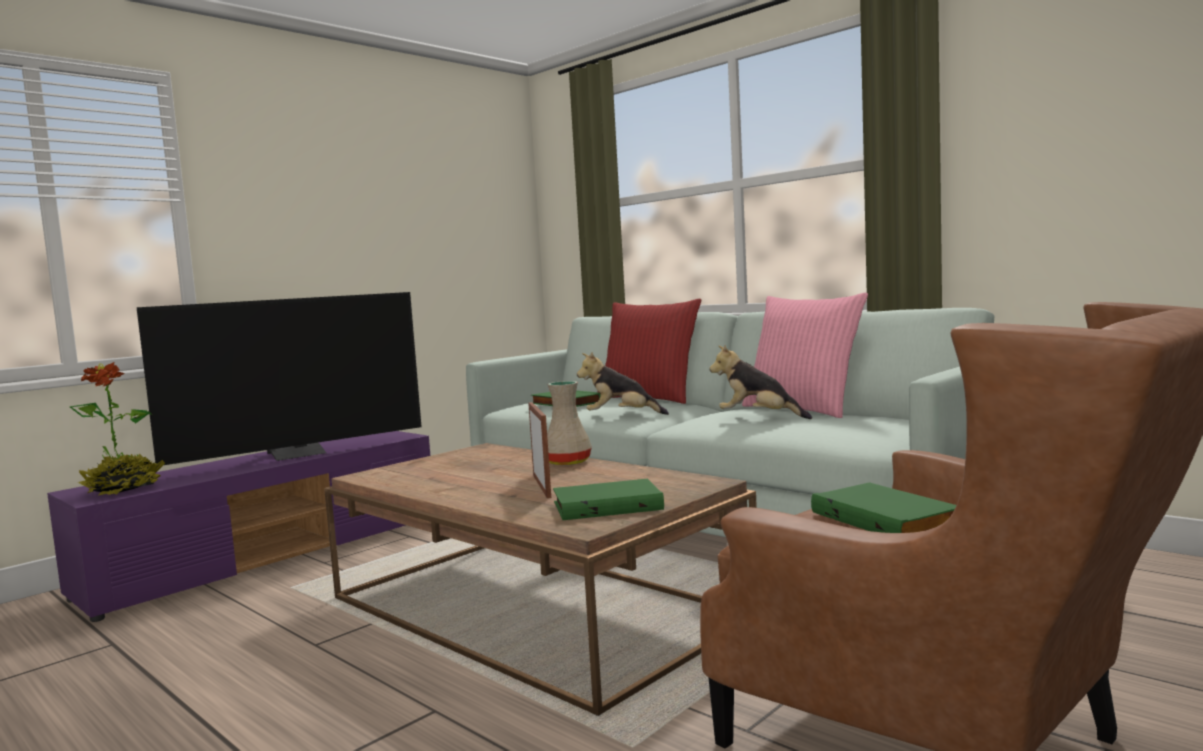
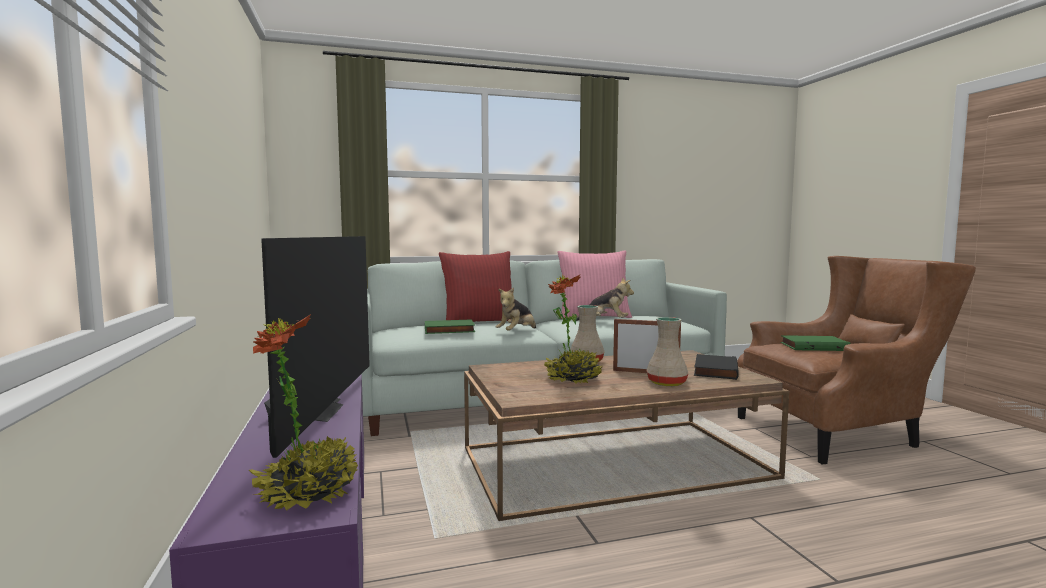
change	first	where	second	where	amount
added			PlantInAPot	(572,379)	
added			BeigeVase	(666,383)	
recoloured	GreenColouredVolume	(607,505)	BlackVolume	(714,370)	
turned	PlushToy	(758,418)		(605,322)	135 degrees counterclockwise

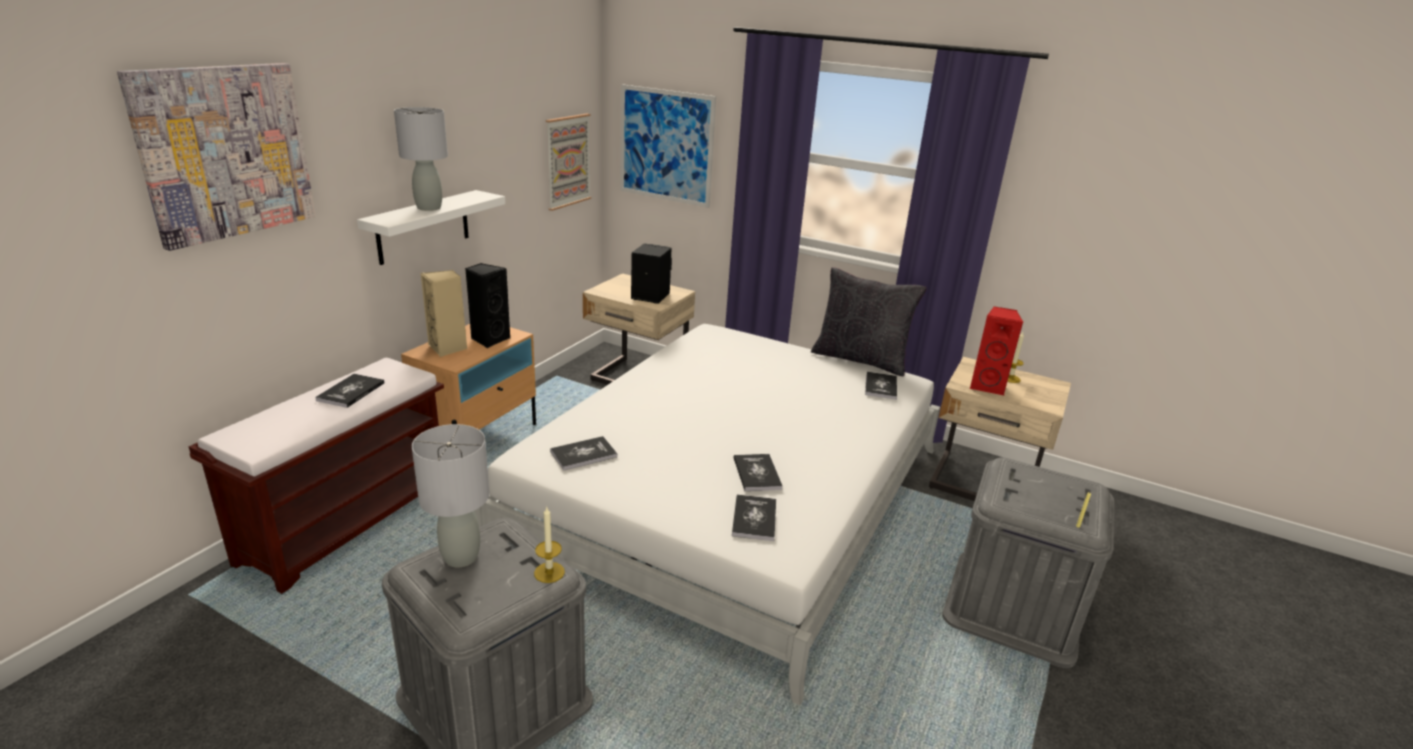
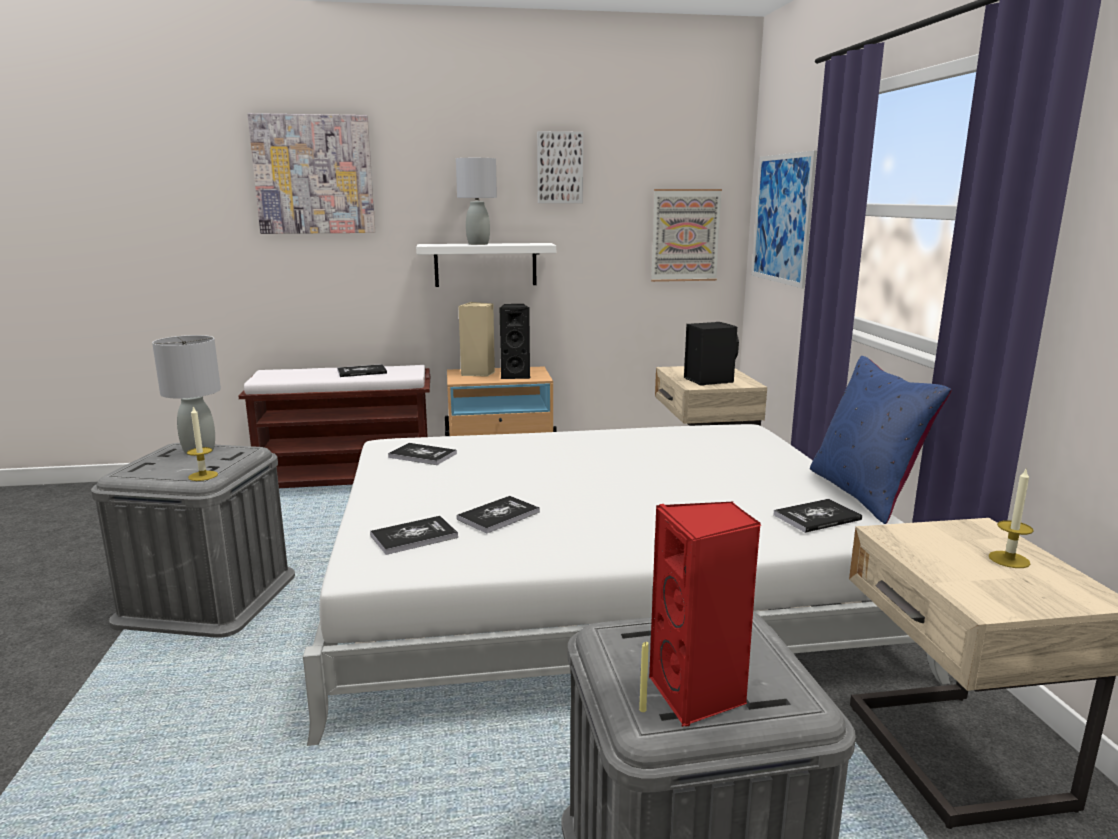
change	first	where	second	where	amount
added			WallArt	(559,168)	
moved	RedLoudspeaker	(987,386)		(699,695)	
recoloured	BlackCushion	(860,359)	BlueCushion	(865,493)	

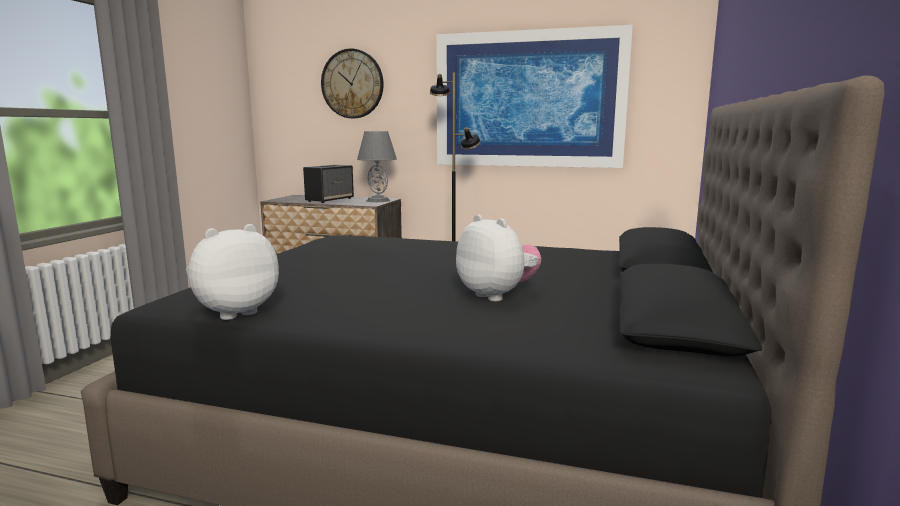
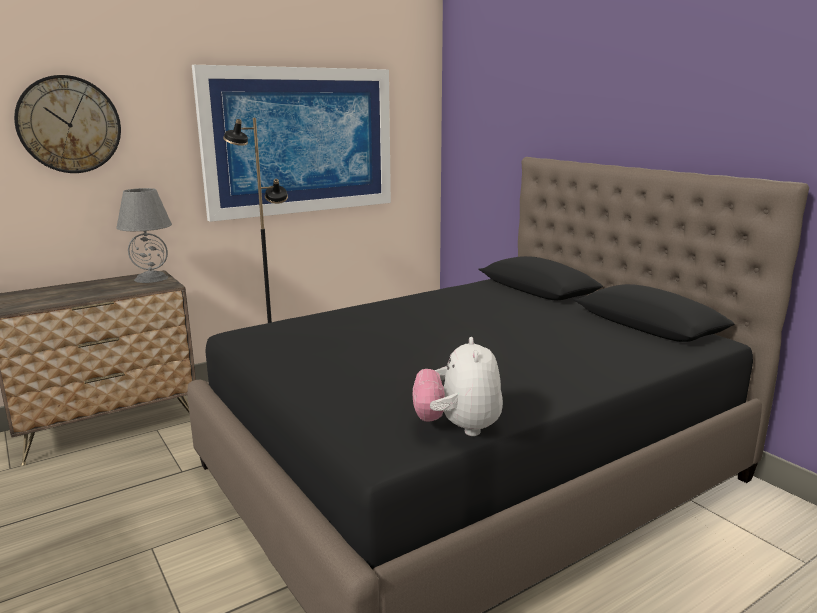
change	first	where	second	where	amount
removed	Loudspeaker	(330,200)			
removed	PlushToy	(497,295)			

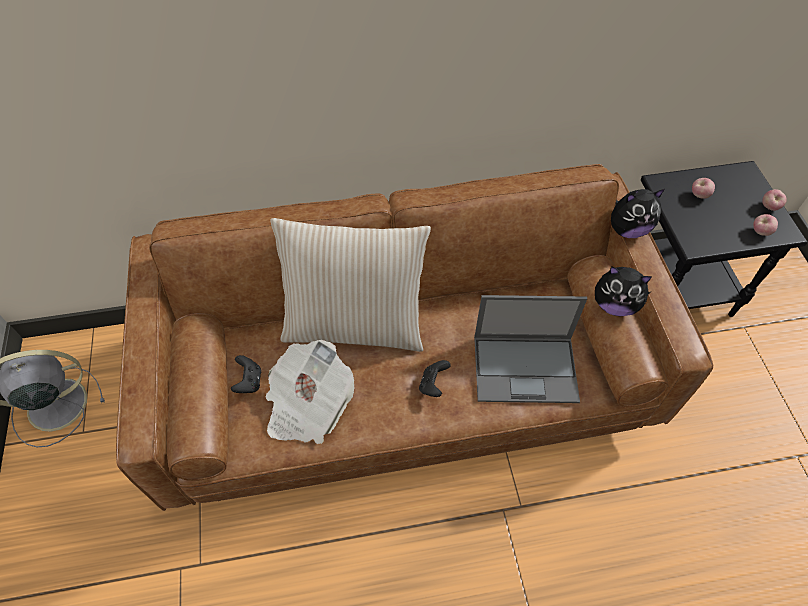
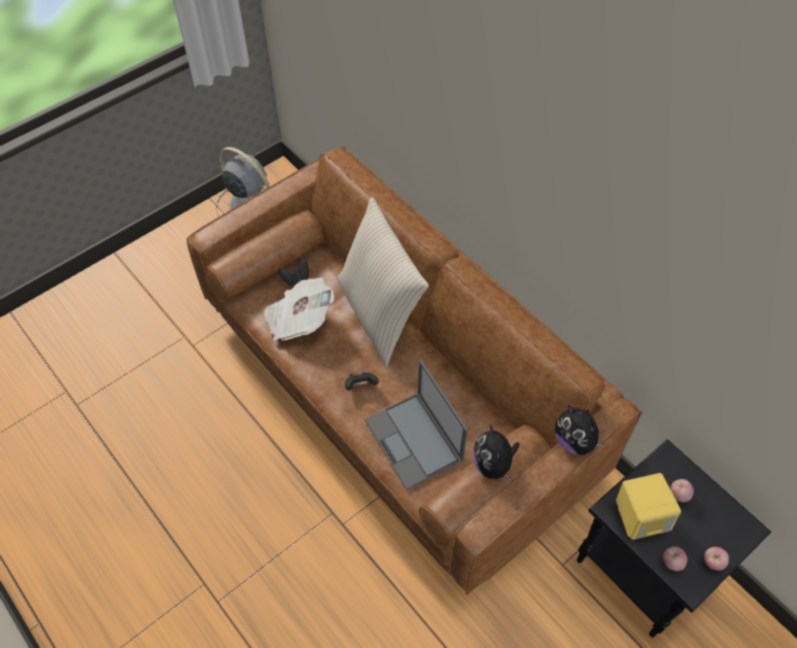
change	first	where	second	where	amount
added			YellowishLoudspeaker	(639,517)	

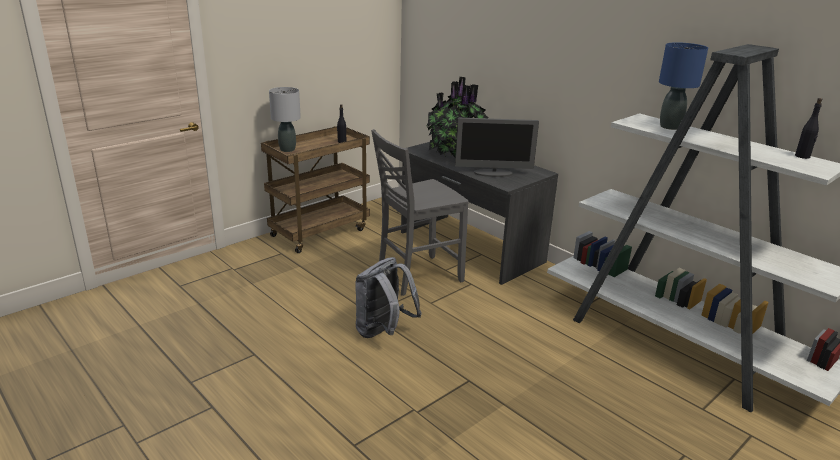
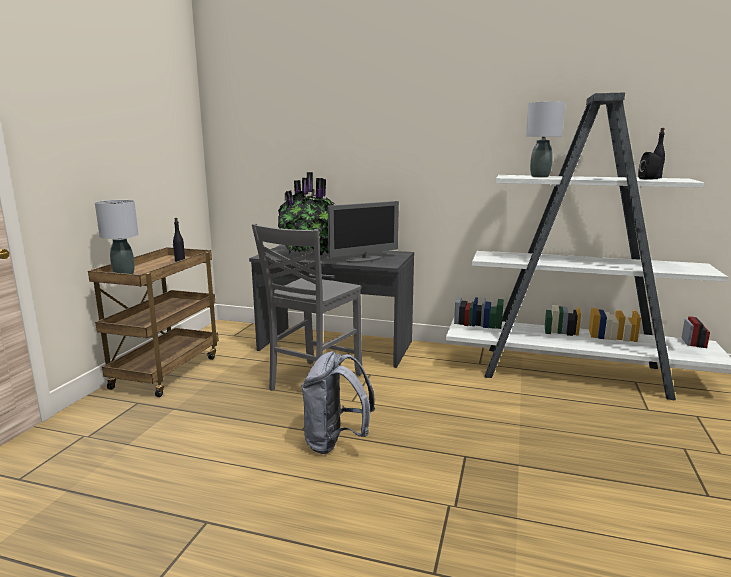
change	first	where	second	where	amount
added			BlackLoudspeaker	(649,179)	
recoloured	BlueLampForATable	(670,127)	GrayLampForATable	(540,176)	

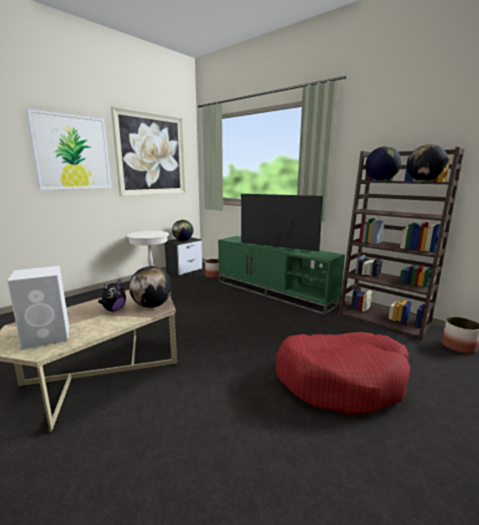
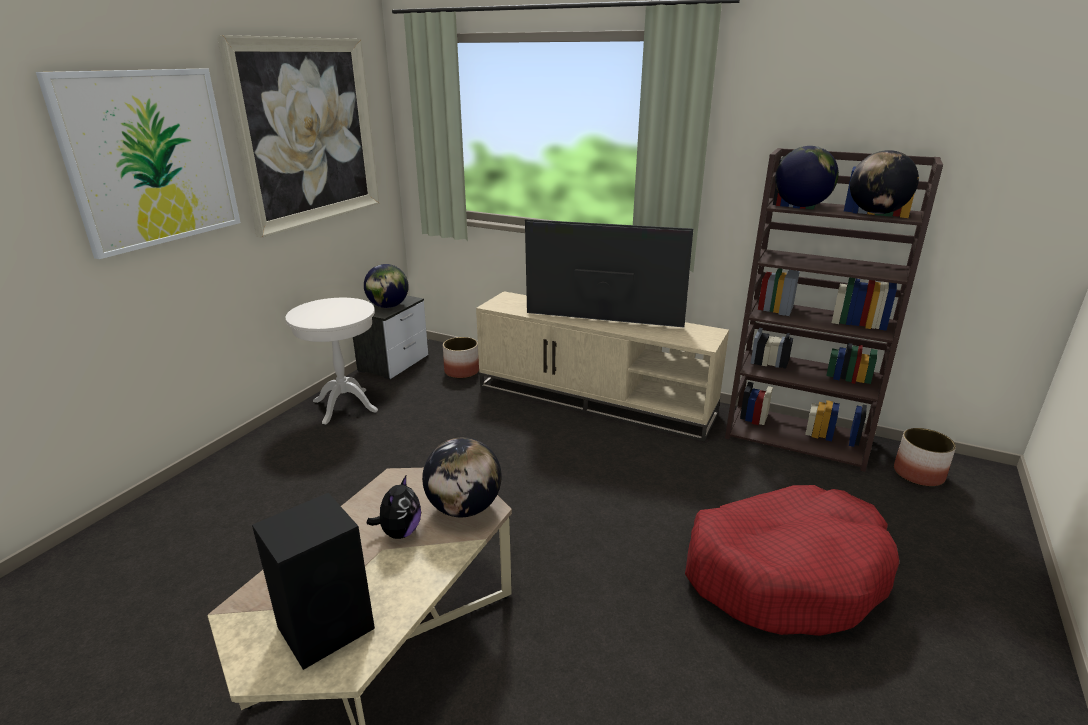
change	first	where	second	where	amount
recoloured	WhiteLoudspeaker	(48,337)	BlackLoudspeaker	(328,626)	
recoloured	GreenColouredTvStand	(274,292)	BeigeTvStand	(596,399)	

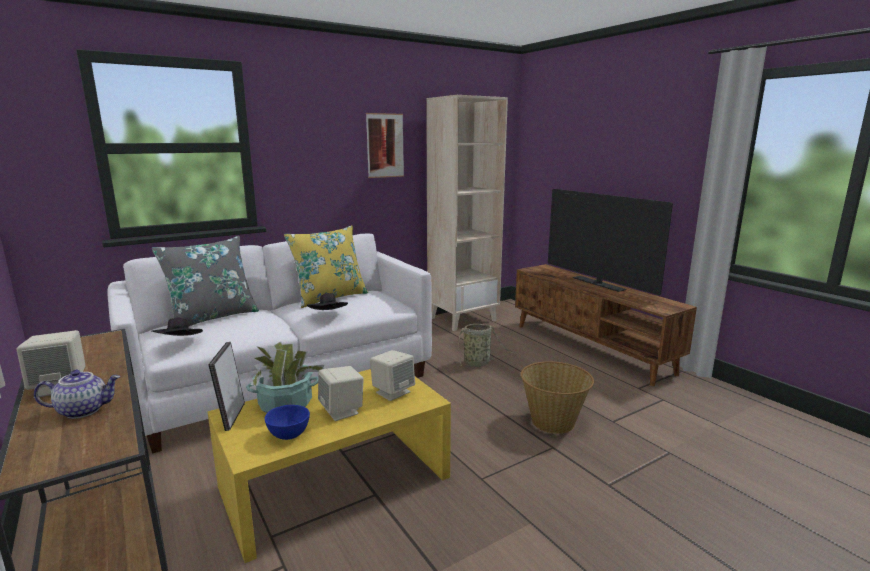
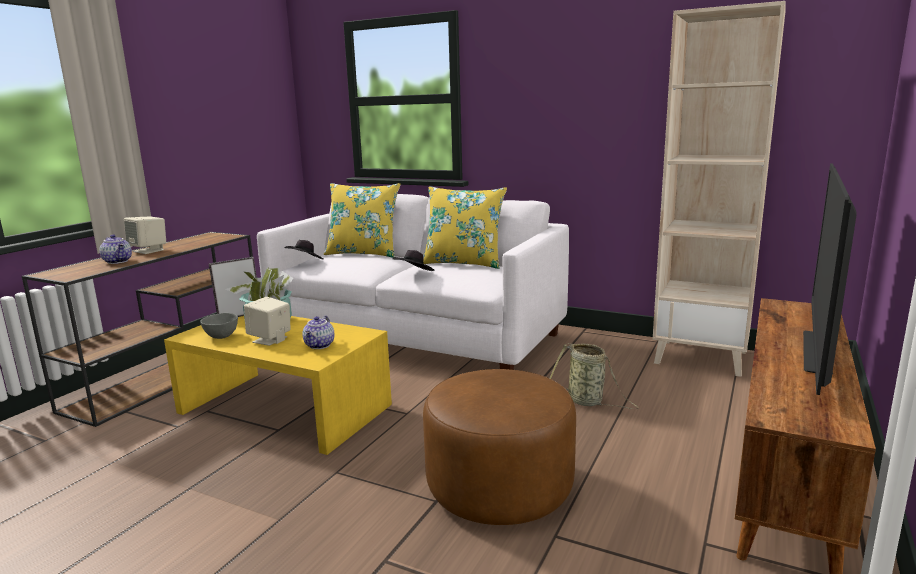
change	first	where	second	where	amount
removed	WallArt	(385,145)			
replaced	BeigeLoudspeaker	(393,392)	TeaPot	(320,345)	
replaced	HouseholdBasket	(553,421)	BrownPouffe	(500,487)	
recoloured	GrayCushion	(212,317)	YellowishCushion	(364,253)	
recoloured	BlueServingBowl	(288,435)	GrayServingBowl	(221,336)	

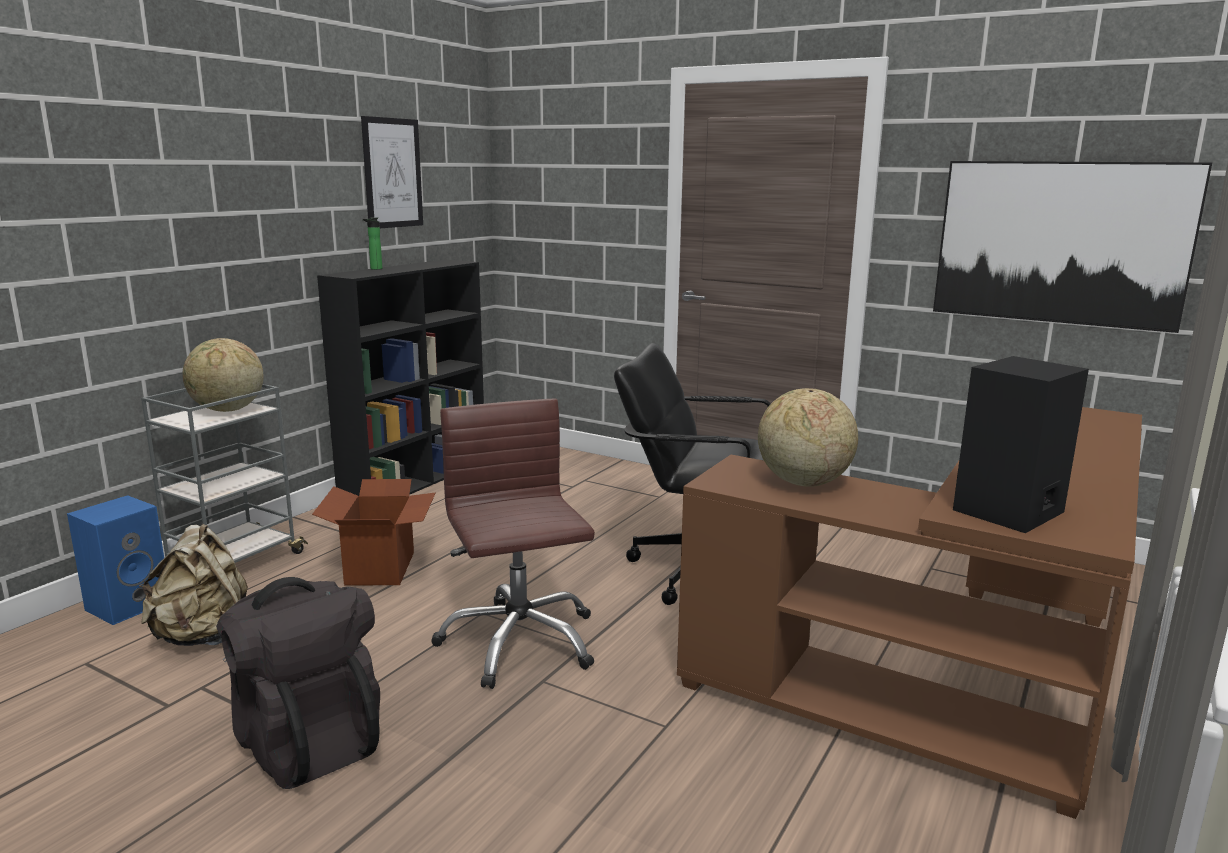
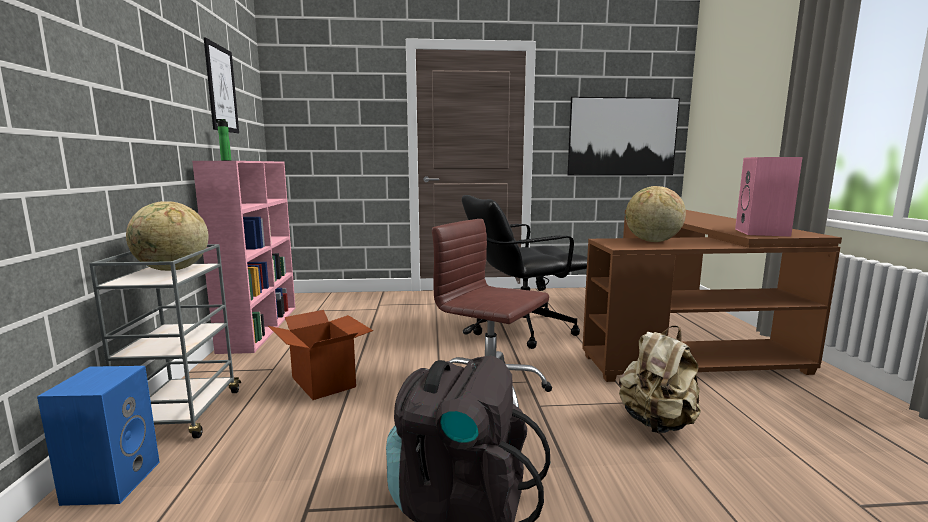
change	first	where	second	where	amount
moved	BeigeBackpack	(203,637)		(657,423)	
recoloured	BlackBookcase	(417,480)	PinkishBookcase	(260,327)	
recoloured	BlackLoudspeaker	(1009,512)	PinkishLoudspeaker	(763,233)	

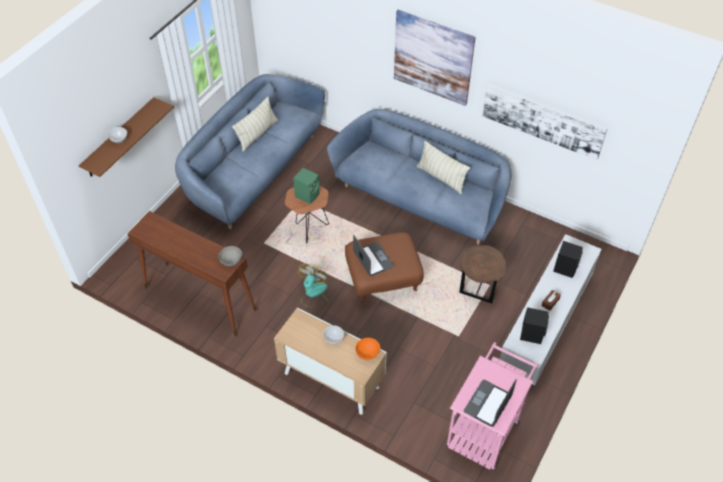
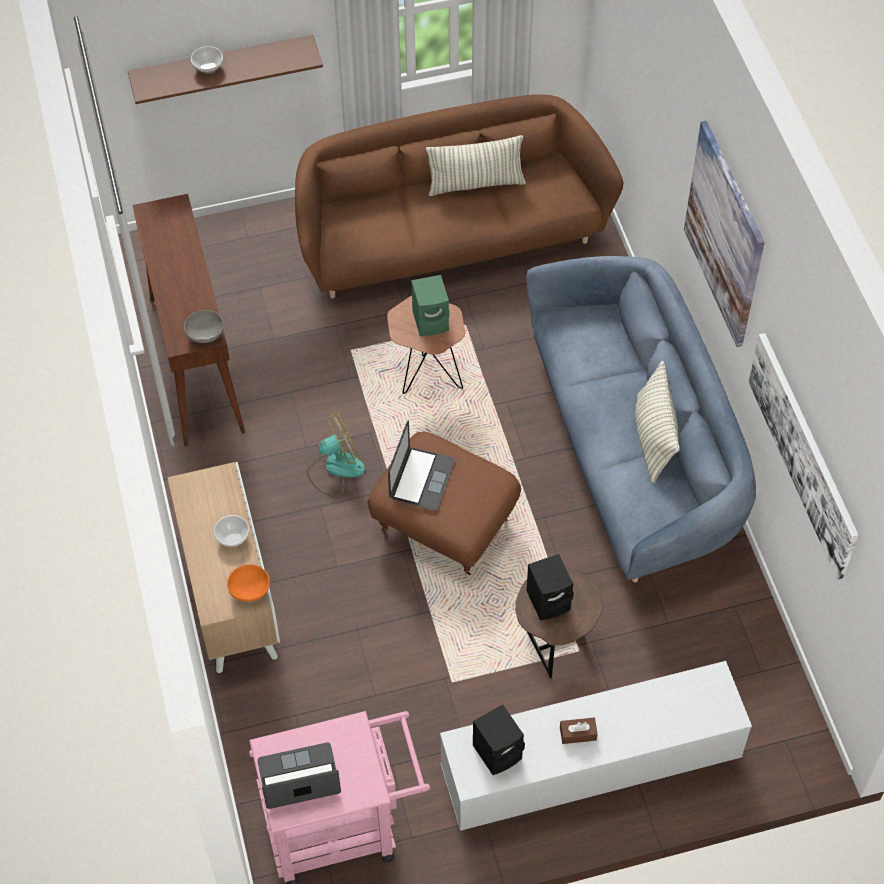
change	first	where	second	where	amount
moved	BlackLoudspeaker	(565,268)		(550,600)	
recoloured	BlueSettee	(253,171)	BrownSettee	(448,237)	

